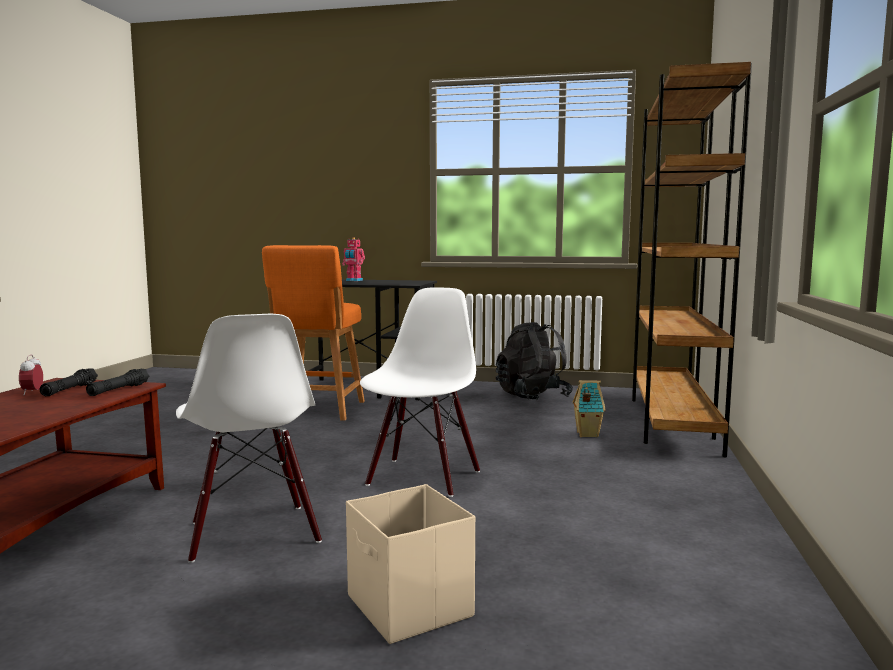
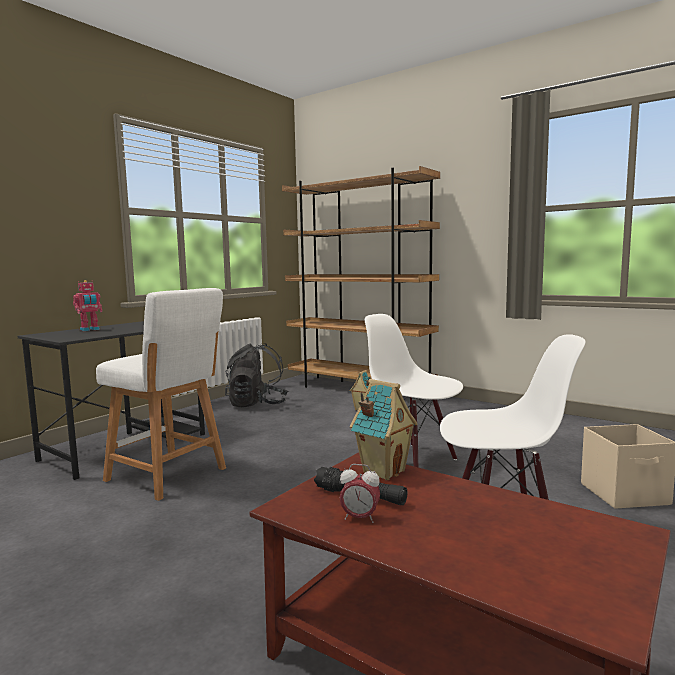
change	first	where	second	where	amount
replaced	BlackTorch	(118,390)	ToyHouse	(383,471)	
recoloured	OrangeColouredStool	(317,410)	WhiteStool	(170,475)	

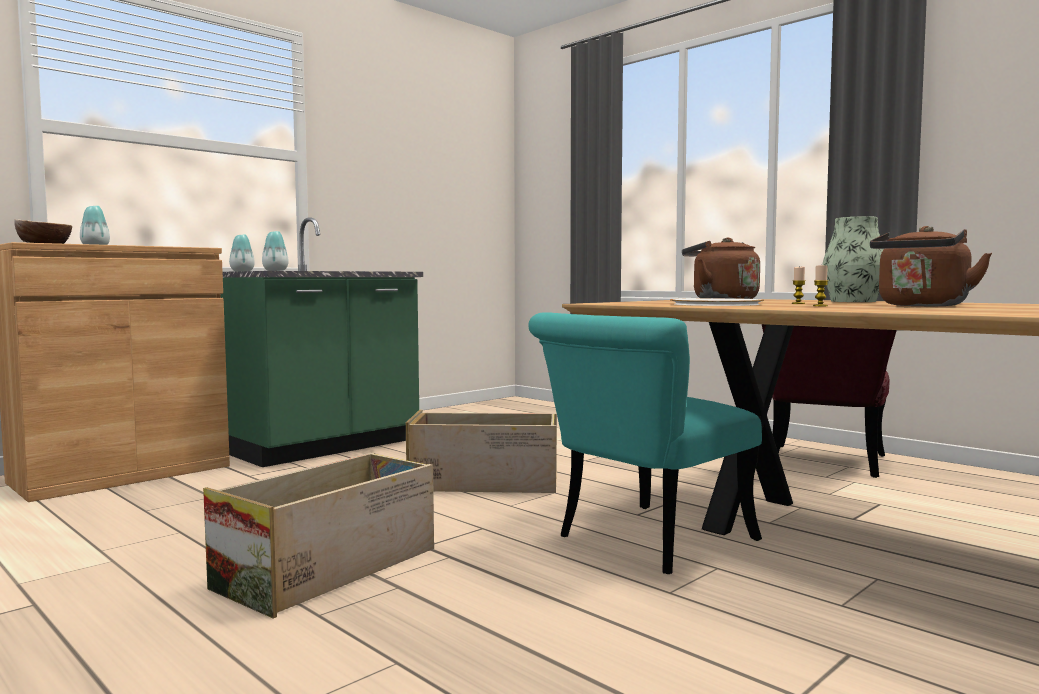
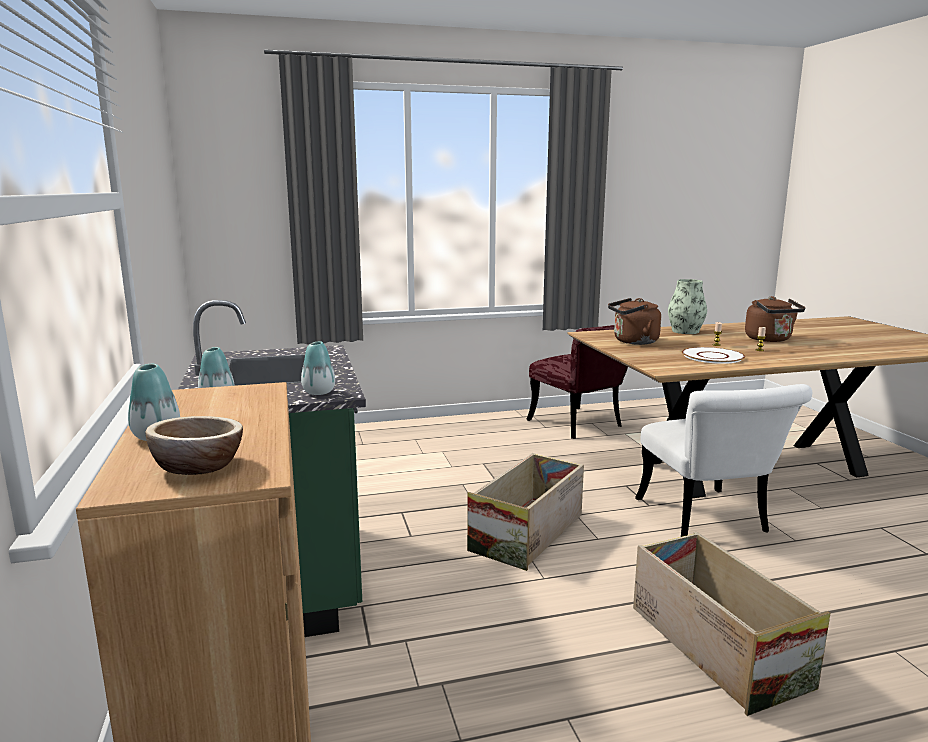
change	first	where	second	where	amount
recoloured	TurquoiseColouredUprightChair	(643,543)	WhiteUprightChair	(708,521)	

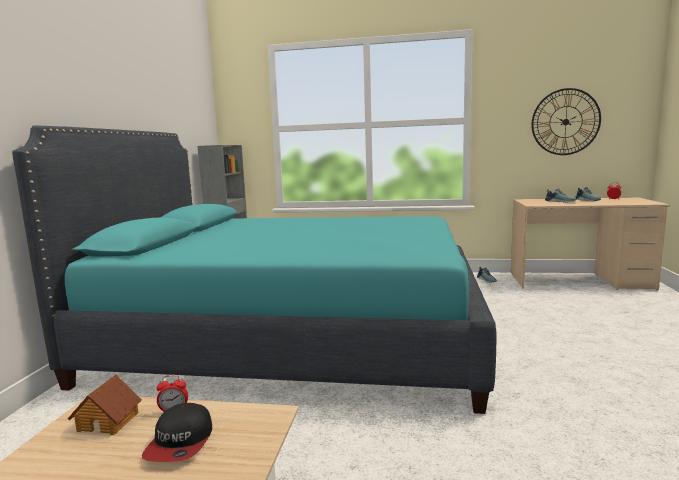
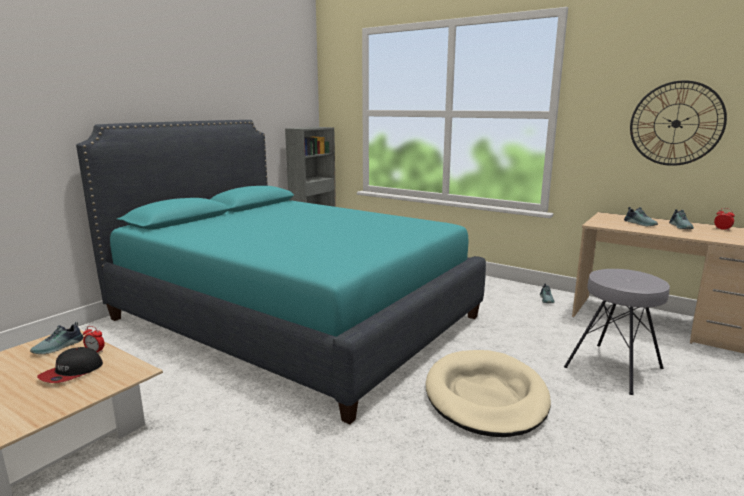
change	first	where	second	where	amount
added			BeigeDogCushion	(485,397)	
added			GrayStool	(614,368)	
replaced	ToyHouse	(109,421)	Shoe	(59,347)	

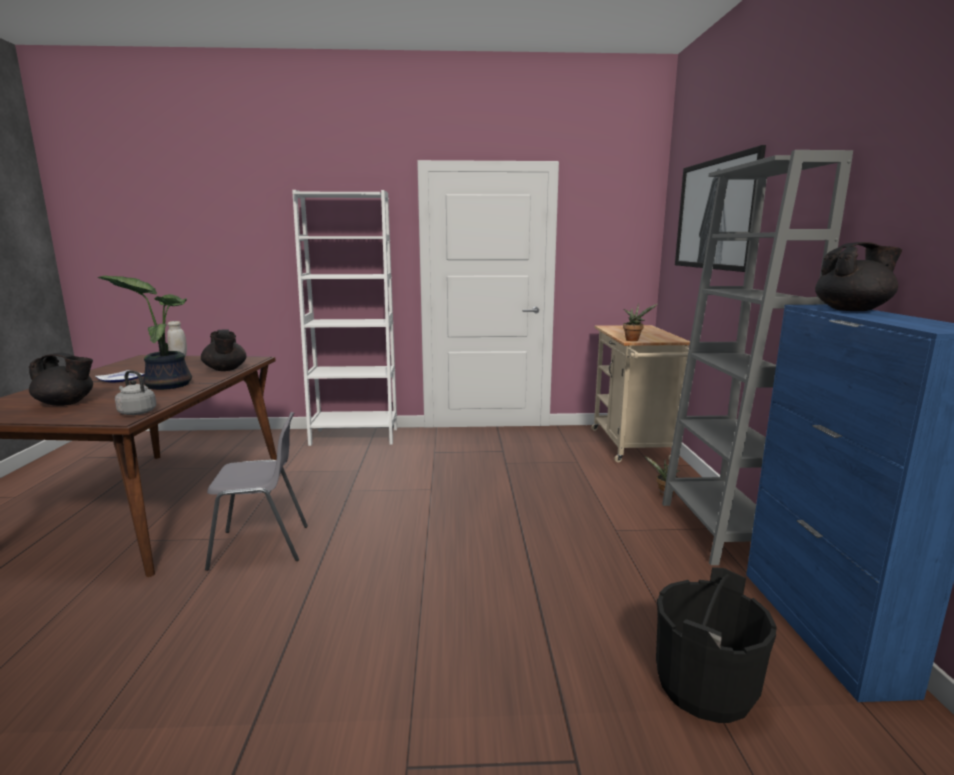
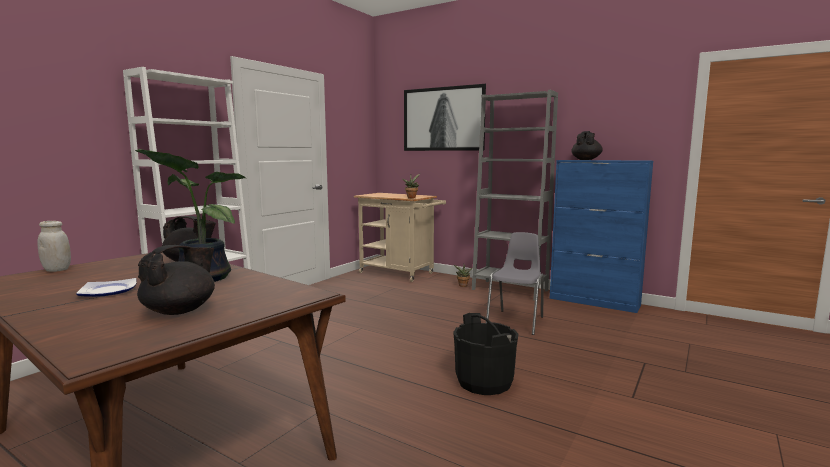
change	first	where	second	where	amount
removed	GrayTeaKettle	(136,412)			
moved	GrayUprightChair	(261,546)		(516,322)	
moved	BlackPail	(705,687)		(484,382)	

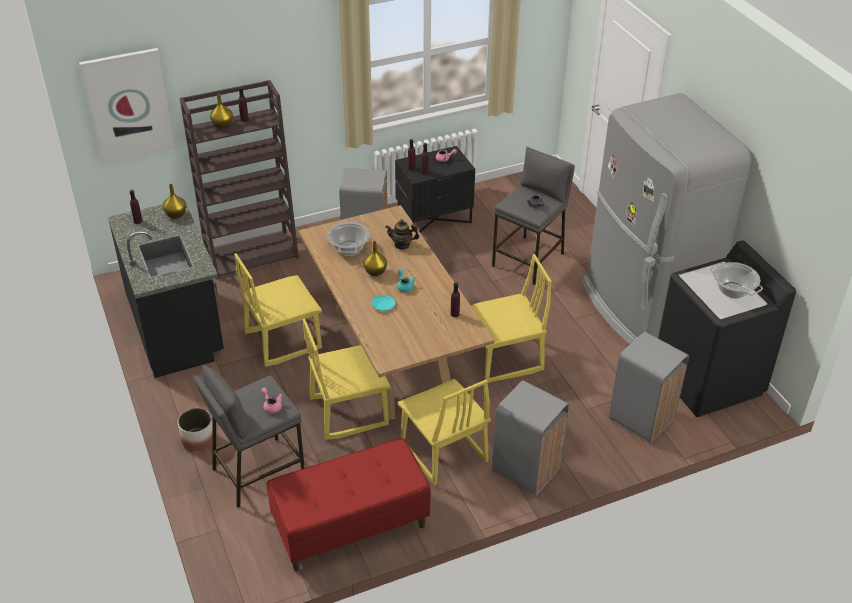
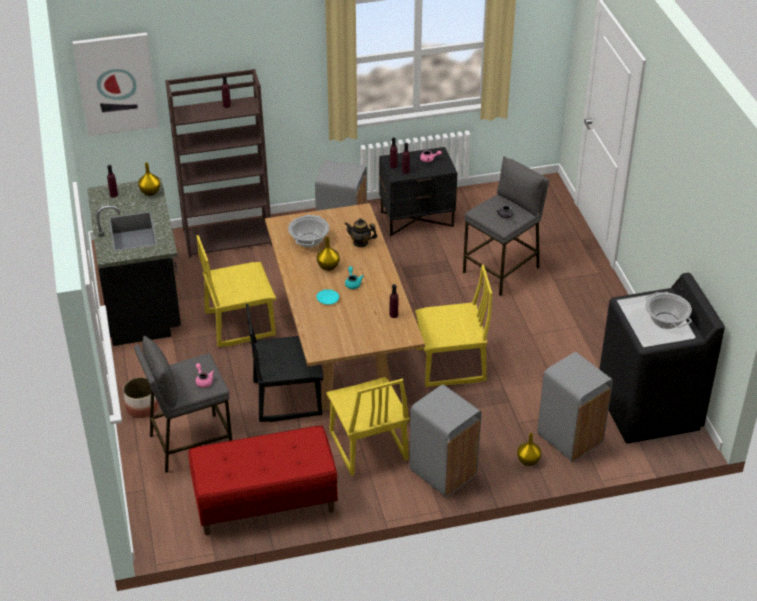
change	first	where	second	where	amount
removed	GrayKitchenFridge	(642,309)			
moved	YellowishVase	(223,125)		(528,461)	
recoloured	YellowishUprightChair	(348,411)	BlackUprightChair	(287,398)	

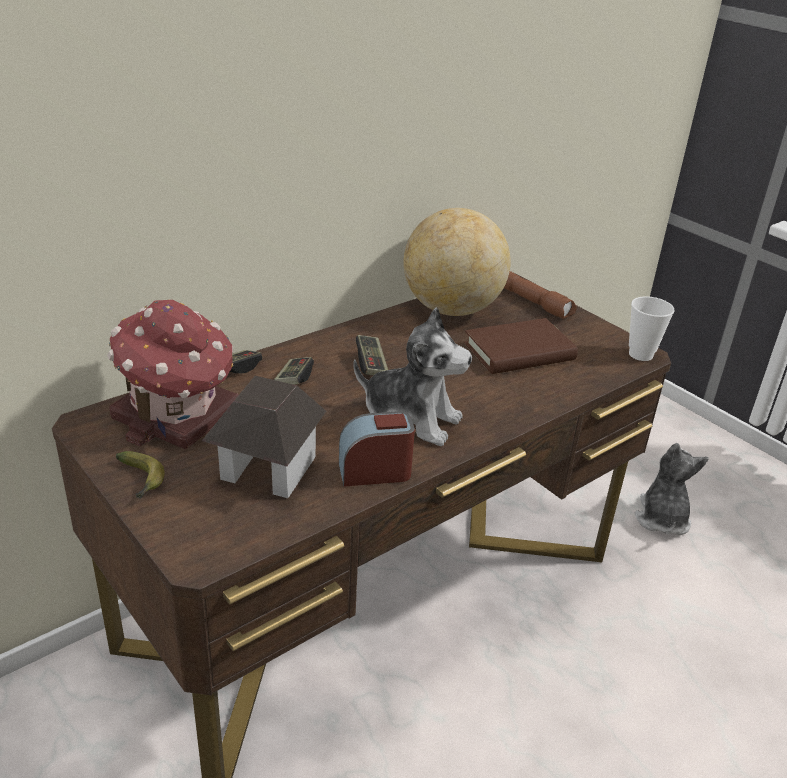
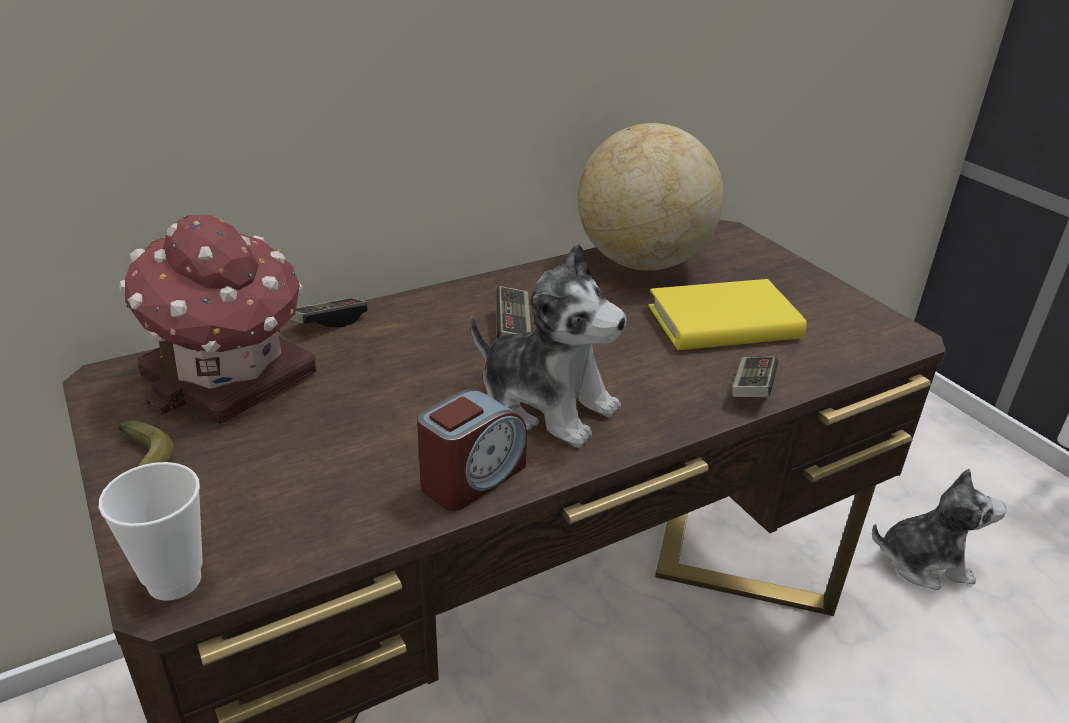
change	first	where	second	where	amount
removed	ToyHouse	(267,469)			
removed	BrownTorch	(533,302)			
moved	Gamepad	(294,380)		(752,388)	
moved	Cup	(640,354)		(174,580)	
recoloured	BrownVolume	(519,352)	YellowishVolume	(723,323)	
turned	BedsideClock	(375,471)		(472,477)	135 degrees clockwise
turned	PlushToy	(661,518)		(923,562)	75 degrees clockwise

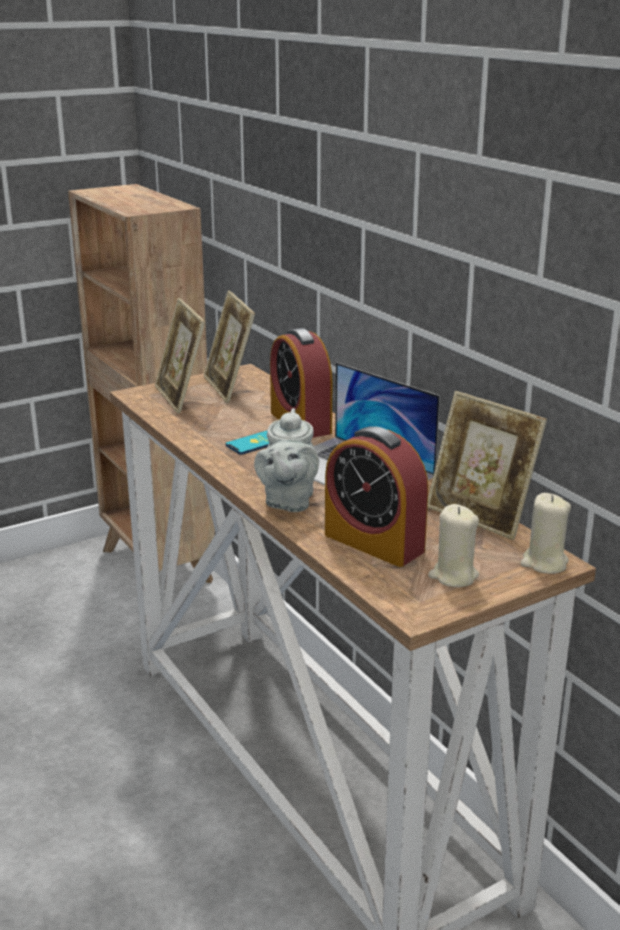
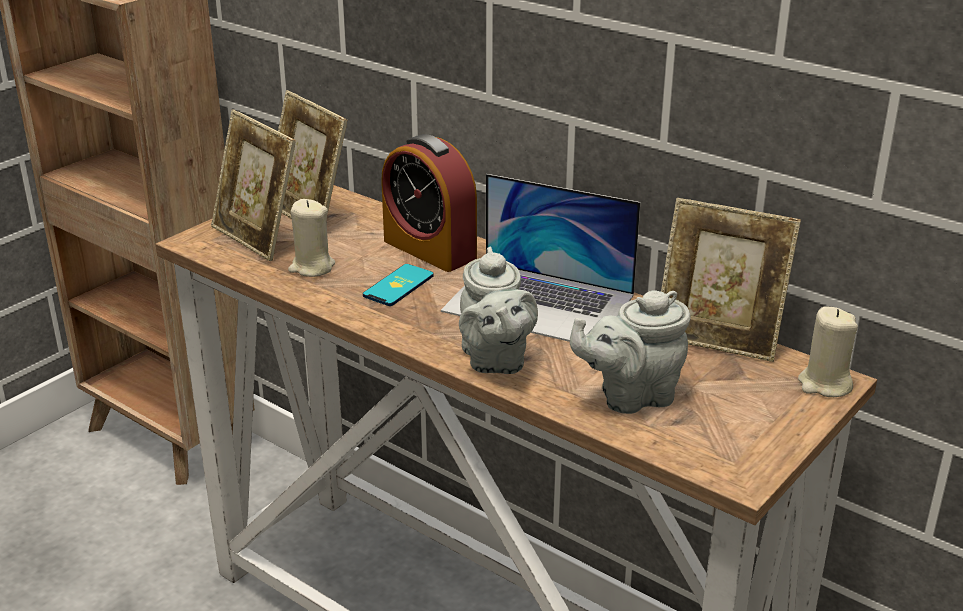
change	first	where	second	where	amount
moved	BeigeWaxCandle	(453,576)		(311,267)	
replaced	BedsideClock	(374,542)	GrayTeaPot	(631,396)	

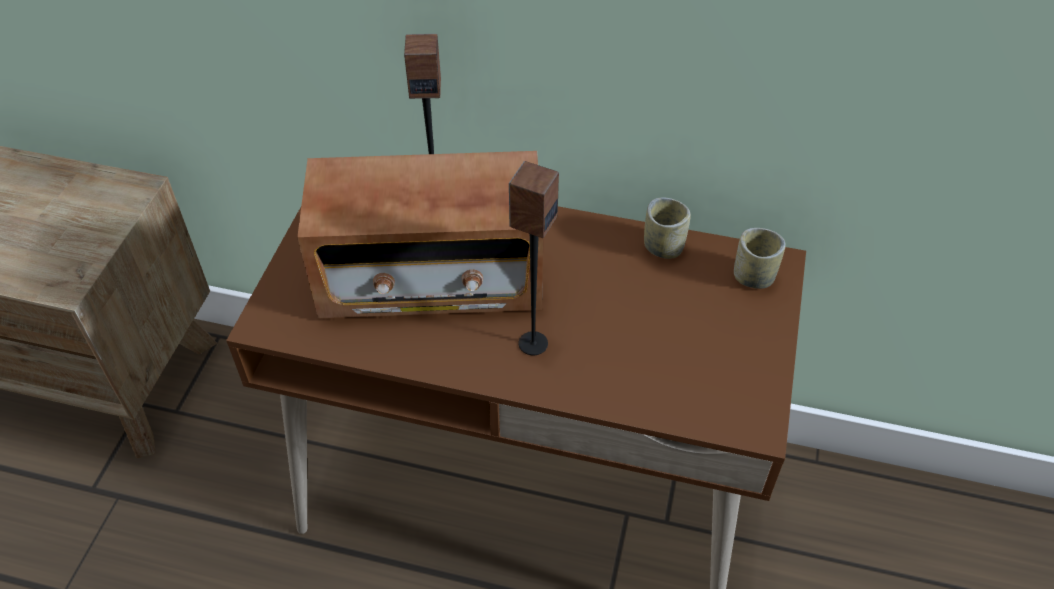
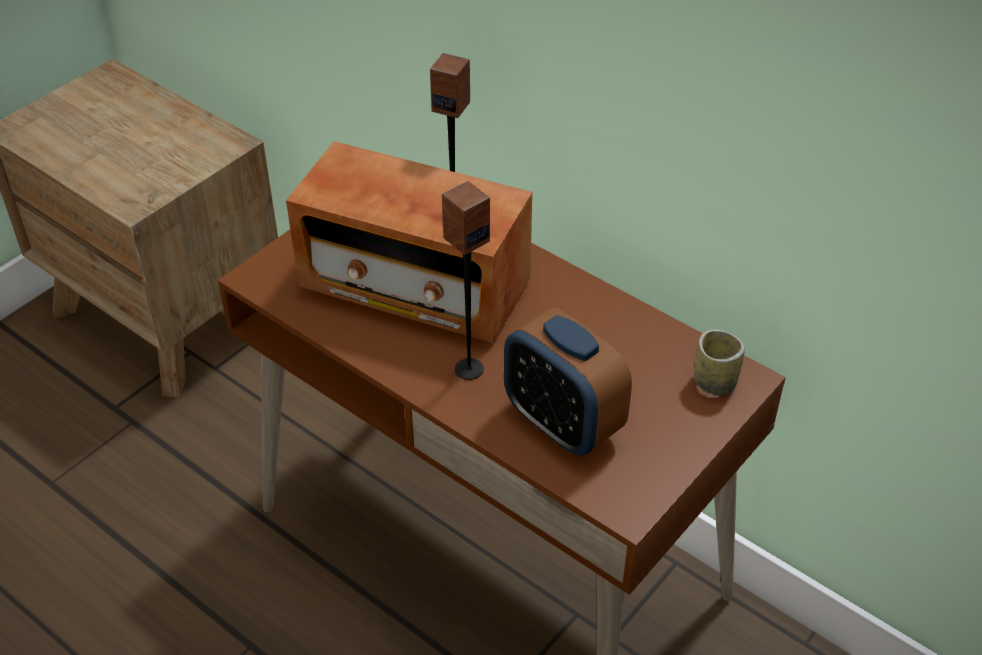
change	first	where	second	where	amount
removed	Cup	(663,246)			
added			BedsideClock	(562,424)	

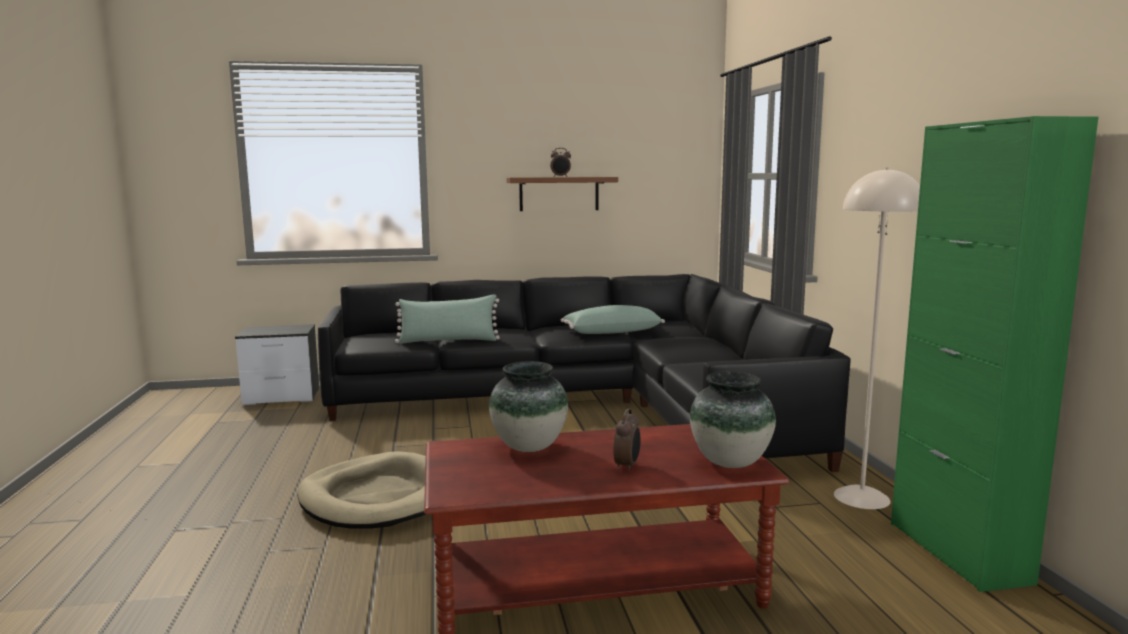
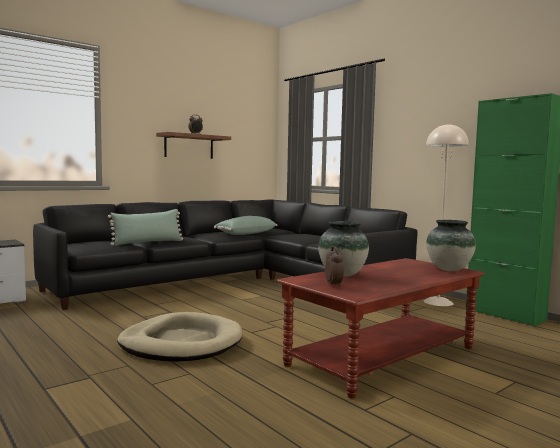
change	first	where	second	where	amount
moved	BedsideClock	(627,466)		(334,285)	

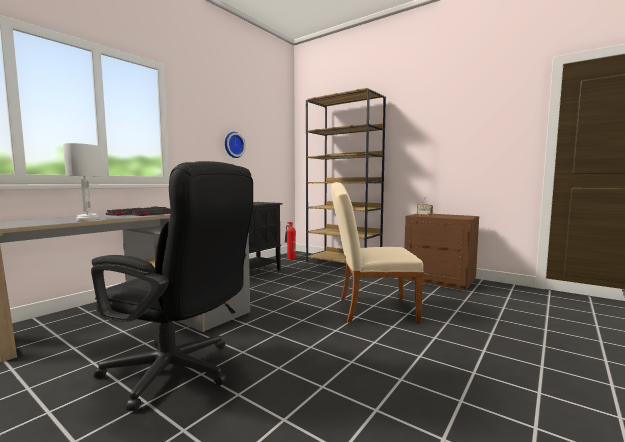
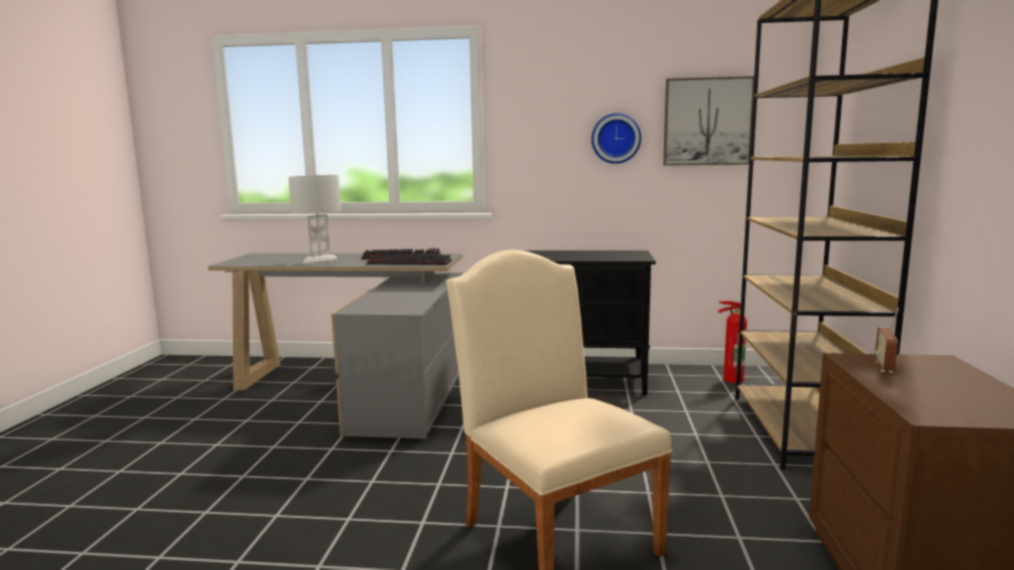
change	first	where	second	where	amount
removed	BlackOfficeChair	(179,373)			
added			WallArt	(707,122)	

